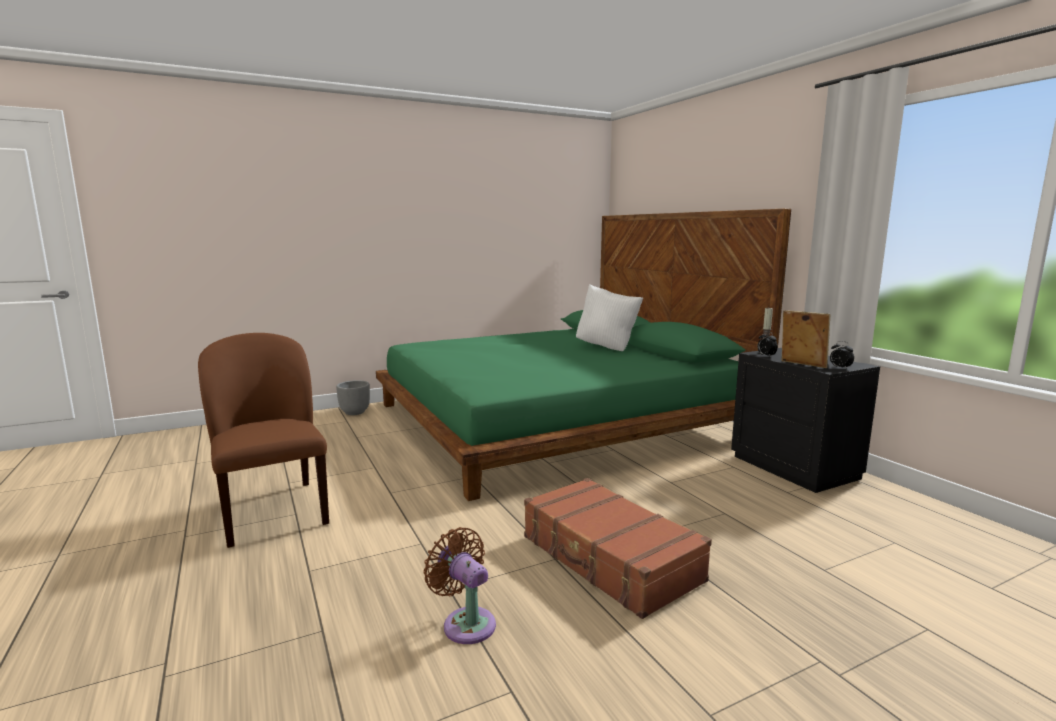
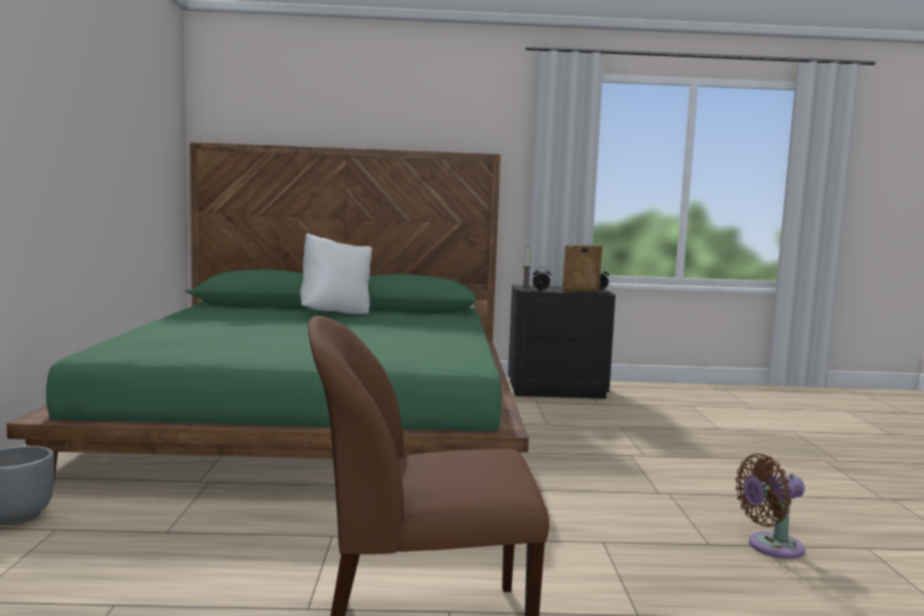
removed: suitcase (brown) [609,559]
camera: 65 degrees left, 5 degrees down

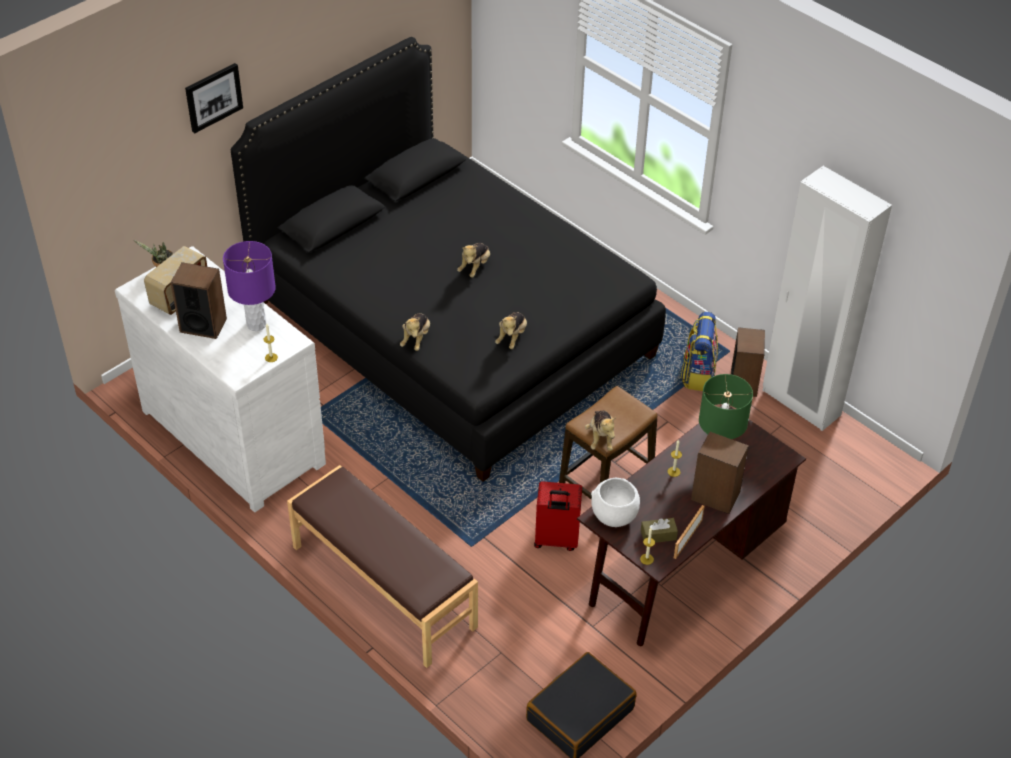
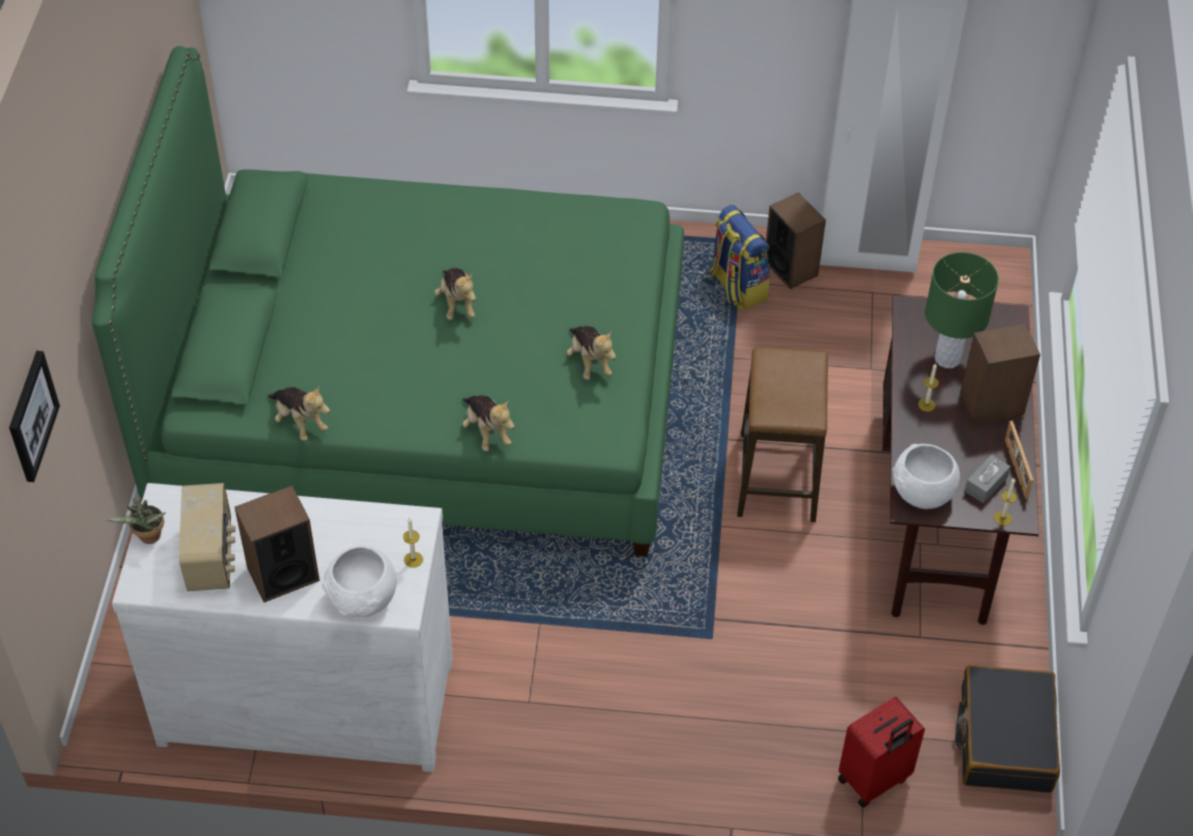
removed: table lamp (purple) [256,324]; bench (brown) [382,587]
added: bowl (white) [363,600]
moved: picture [213,97] to [31,416]; suitcase (red) [556,540] to [874,780]; plush toy [601,438] to [299,422]
recoloured: bed (black) [451,328] to bed (green) [421,400]; tissue box (brown) [658,535] to tissue box (grey) [985,484]
camera: 40 degrees left, 5 degrees up

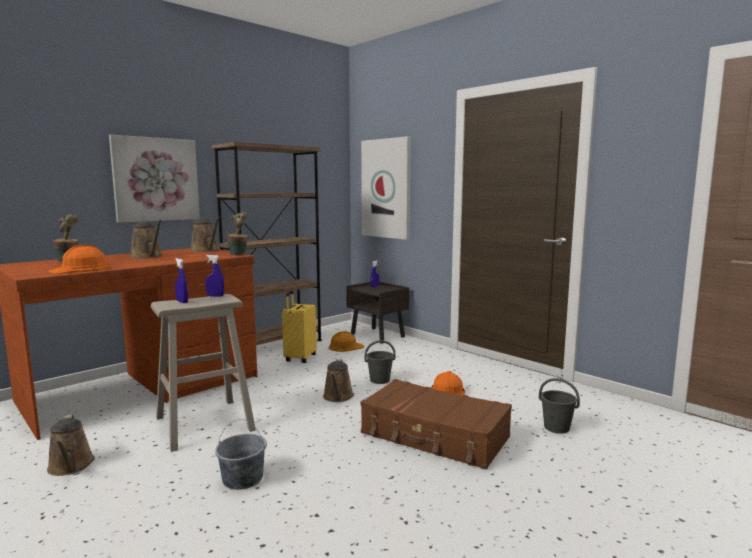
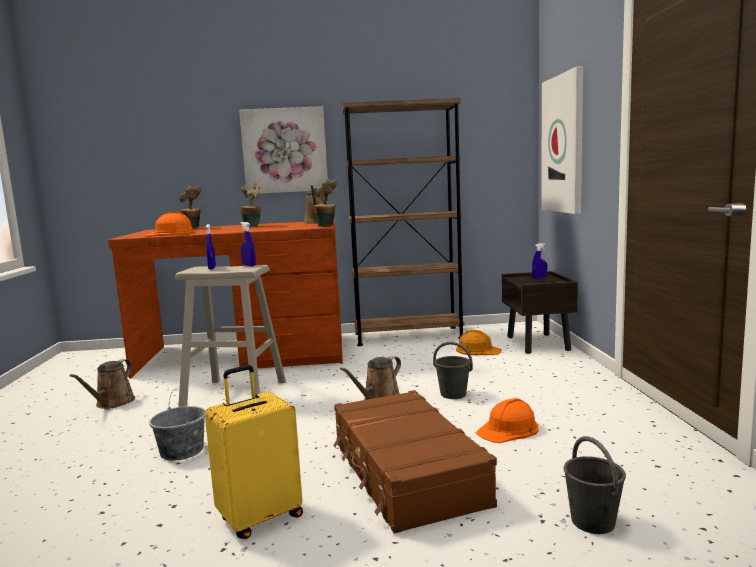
moved: suitcase (yellow) [299,358] to [260,517]
replaced: watering can (brown) [148,256] to potted plant [253,226]
camera: 40 degrees right, 0 degrees up

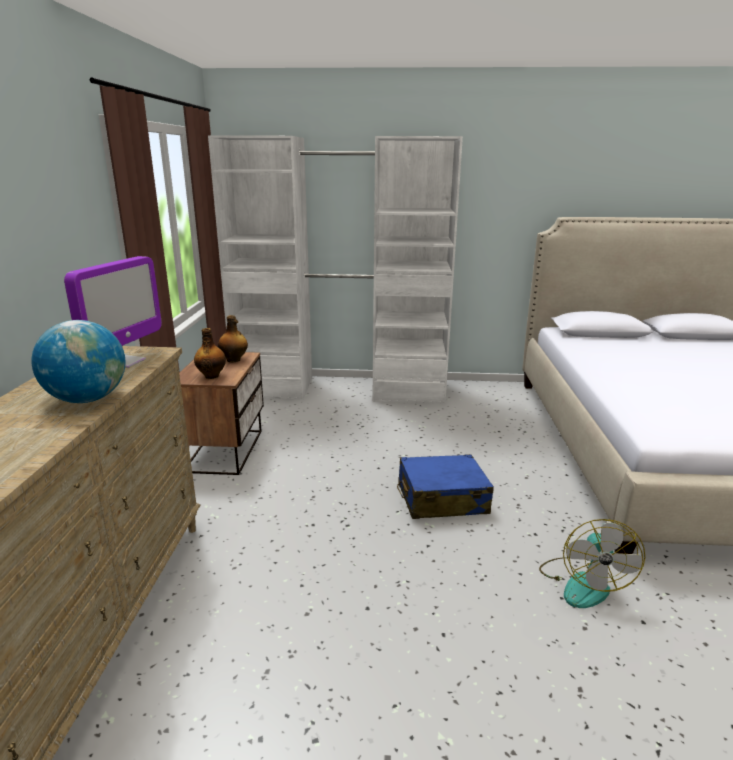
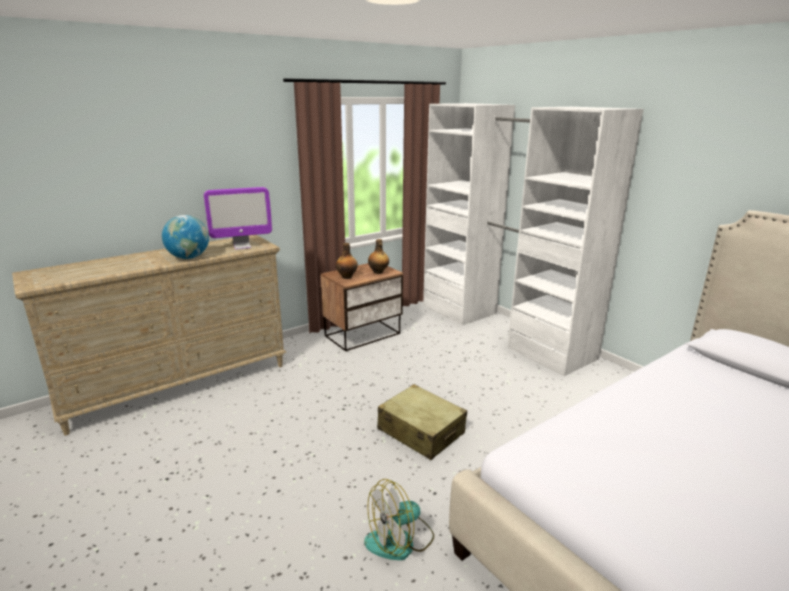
recoloured: suitcase (blue) [441,499] to suitcase (beige) [421,431]
camera: 50 degrees right, 0 degrees up

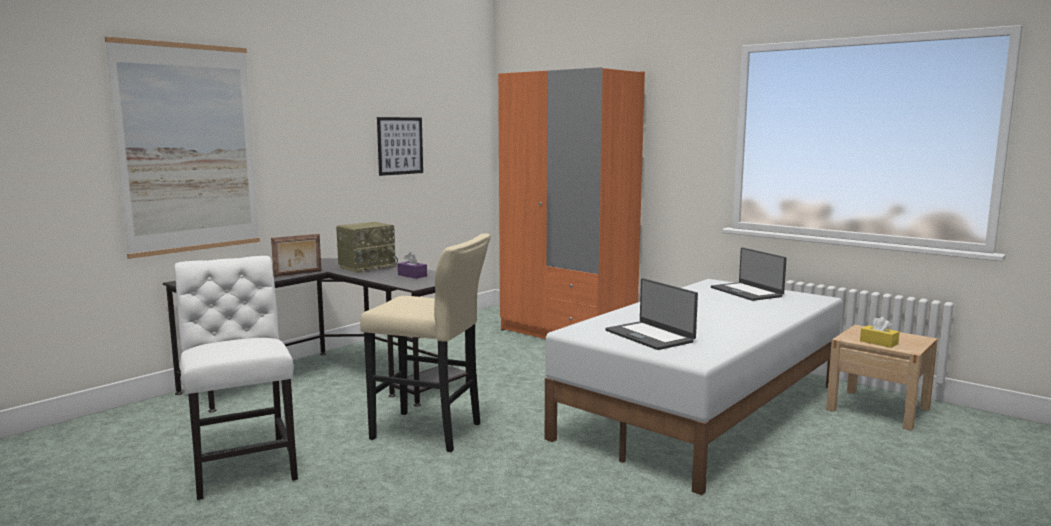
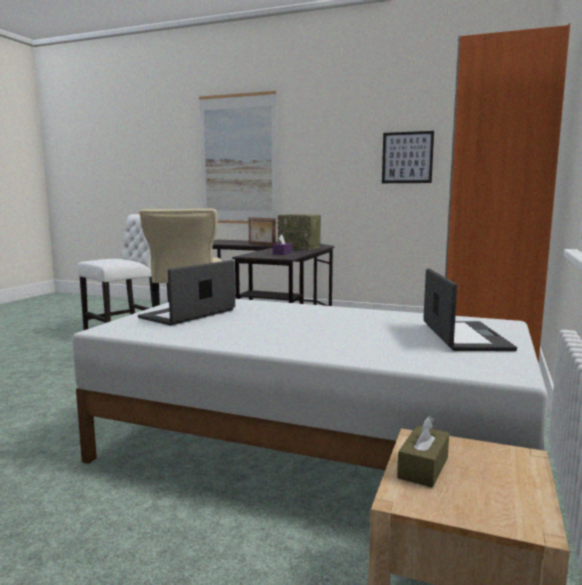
recoloured: tissue box (yellow) [878,342] to tissue box (brown) [423,467]
turned: laptop [747,292] = [463,336] 135 degrees clockwise
camera: 70 degrees right, 0 degrees up

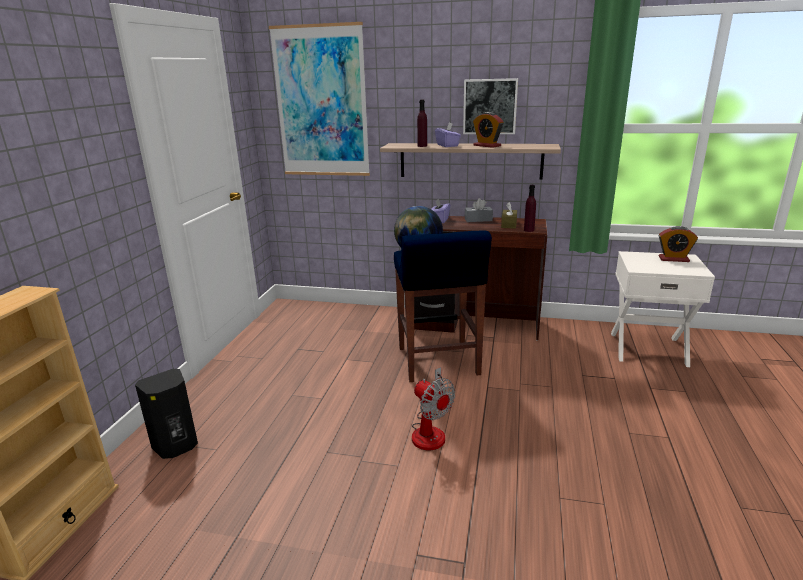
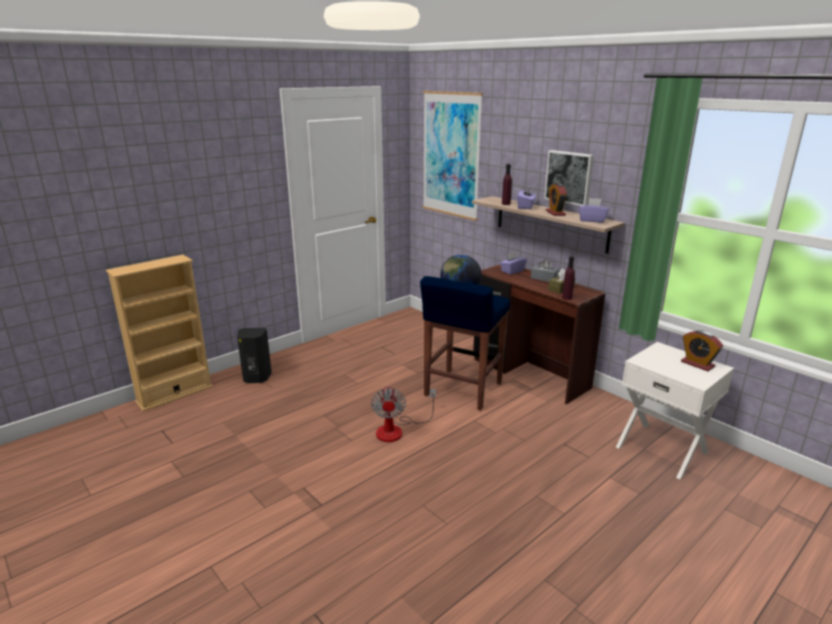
added: tissue box (purple) [592,220]
camera: 35 degrees right, 0 degrees up

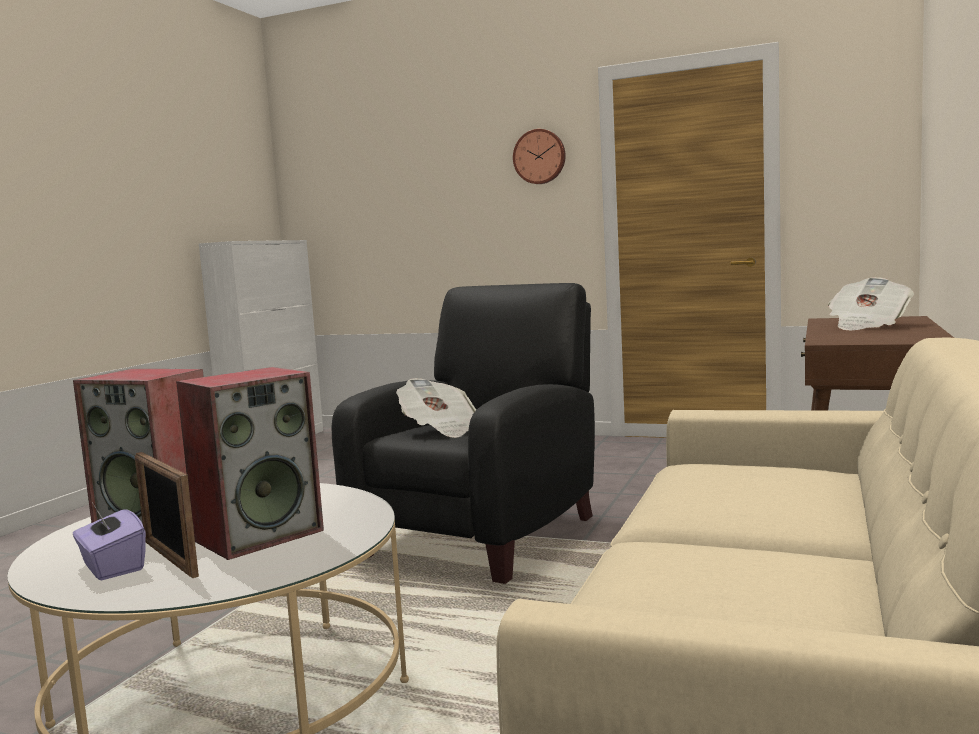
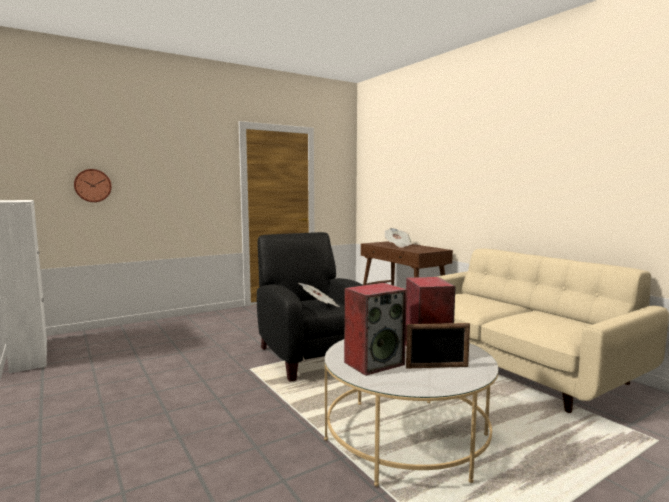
removed: tissue box (purple) [112,567]
moved: wall clock [540,157] to [92,185]
camera: 55 degrees left, 0 degrees up

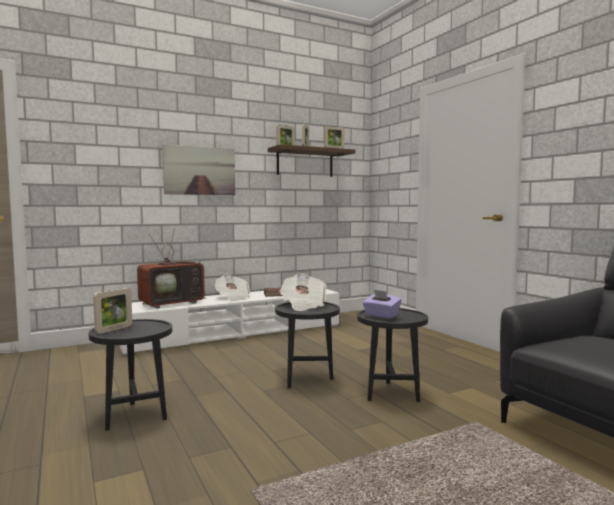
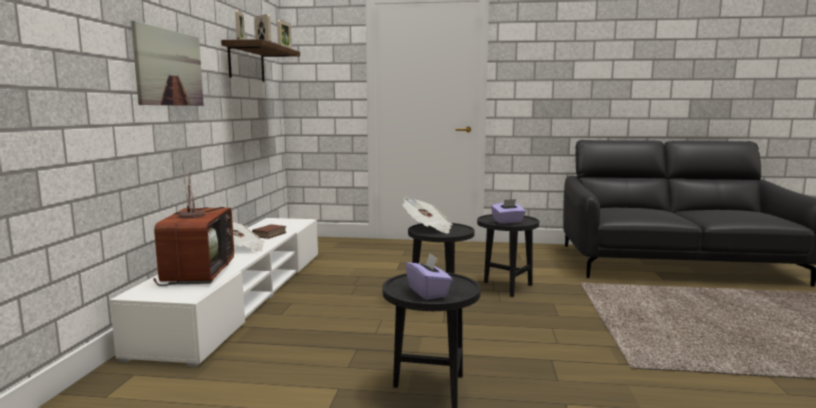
replaced: picture frame [114,329] to tissue box (purple) [428,292]
camera: 55 degrees left, 5 degrees up

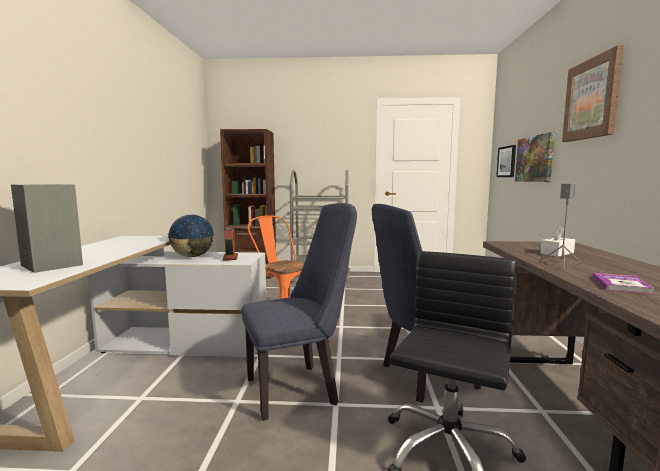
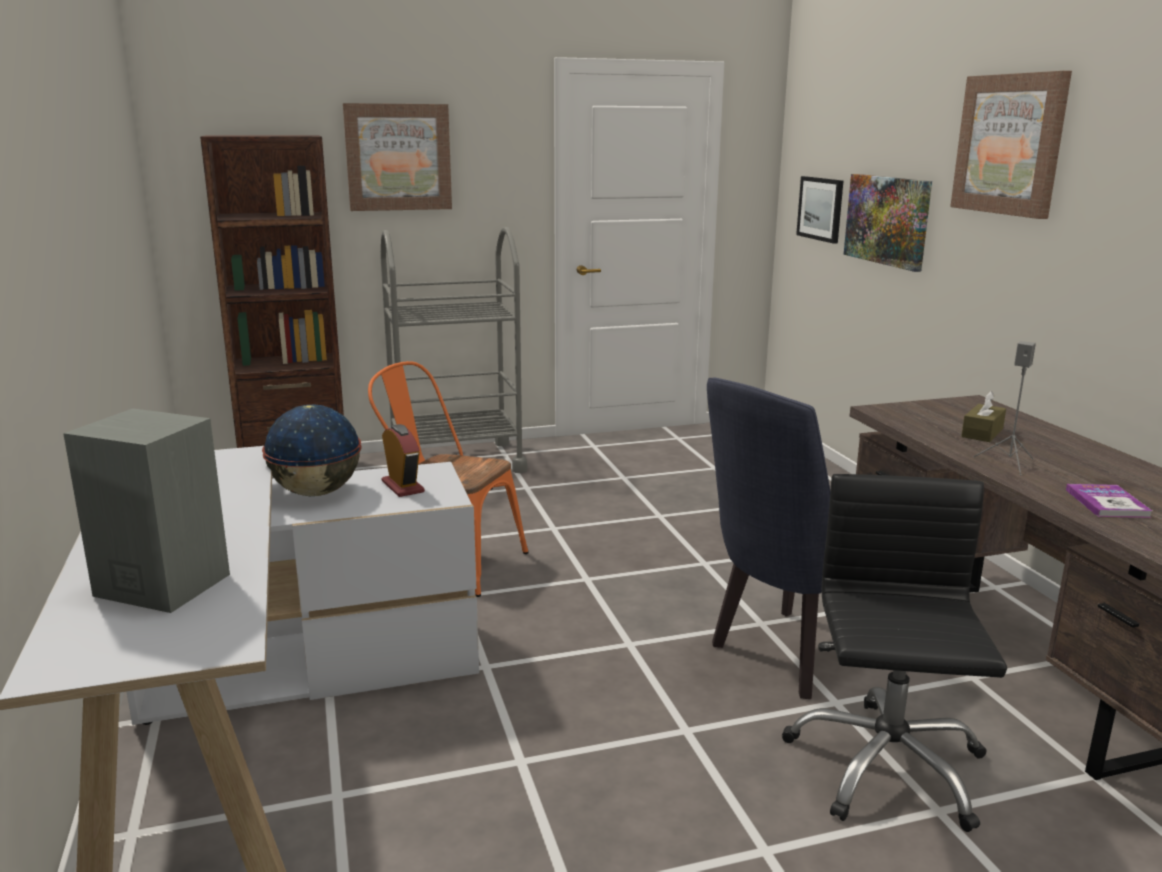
removed: chair (blue) [299,388]
added: picture [398,157]
recoloured: tissue box (white) [557,253] to tissue box (brown) [982,433]
camera: 20 degrees left, 10 degrees up

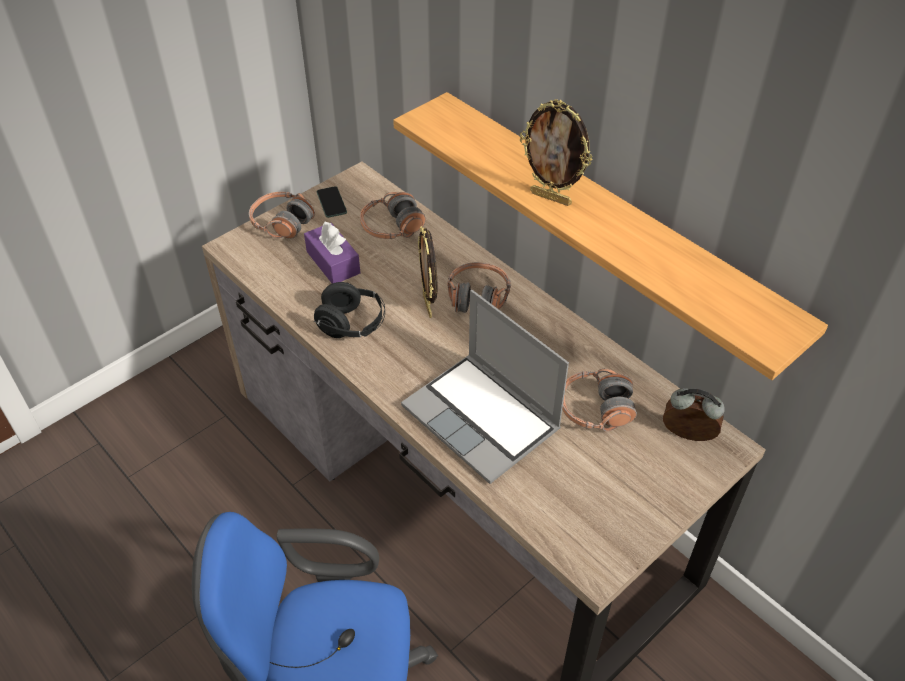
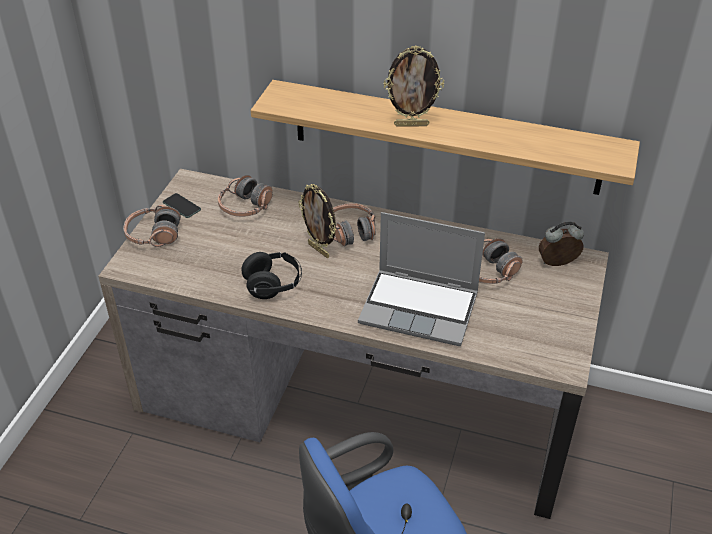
removed: tissue box (purple) [333,262]
camera: 30 degrees left, 5 degrees down

